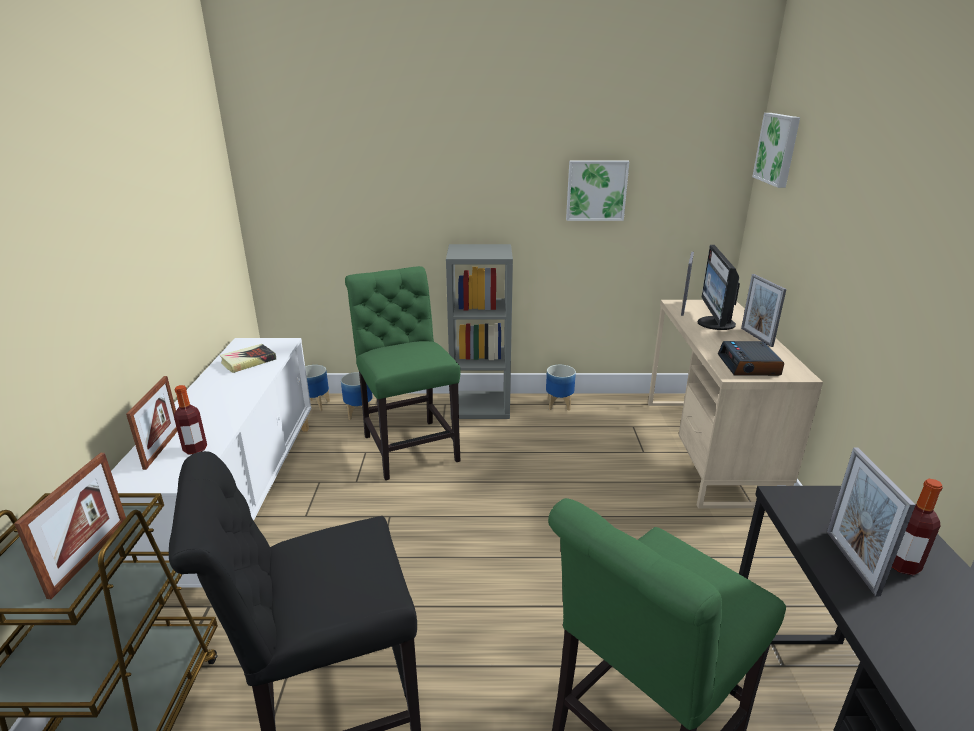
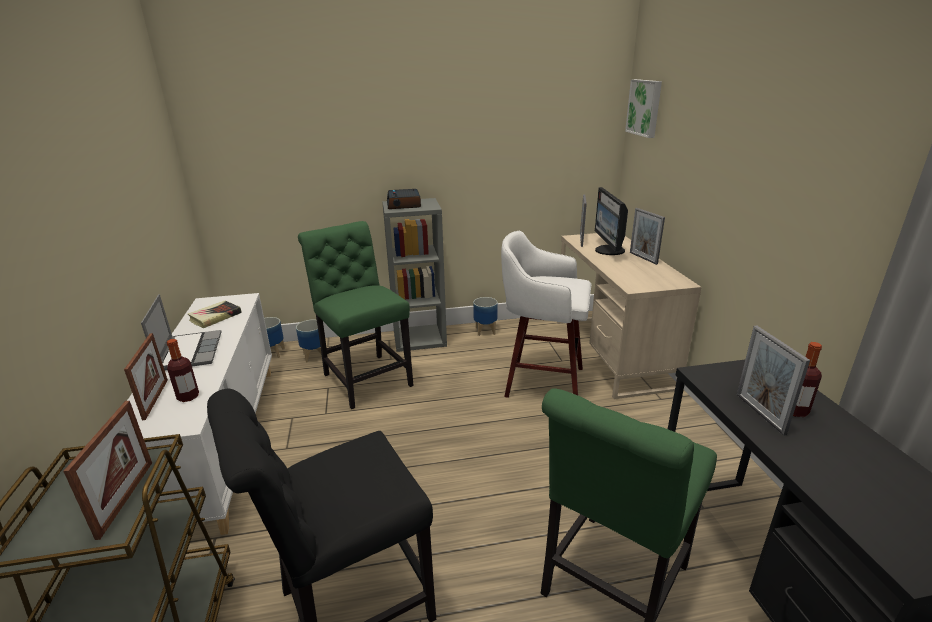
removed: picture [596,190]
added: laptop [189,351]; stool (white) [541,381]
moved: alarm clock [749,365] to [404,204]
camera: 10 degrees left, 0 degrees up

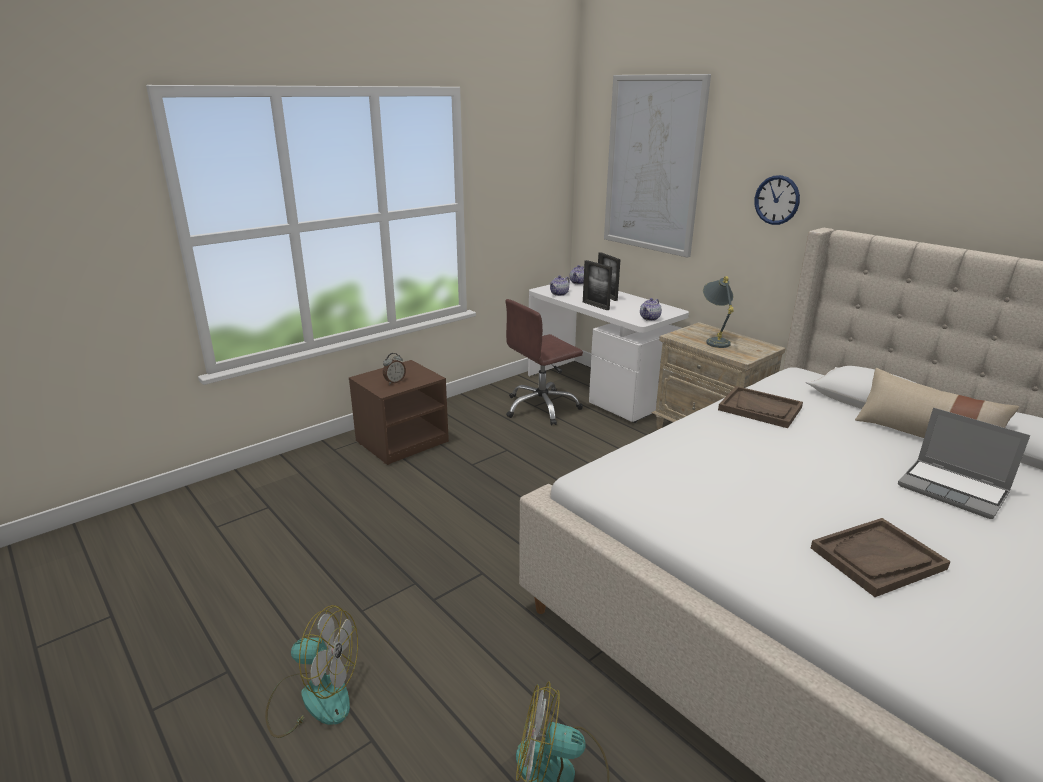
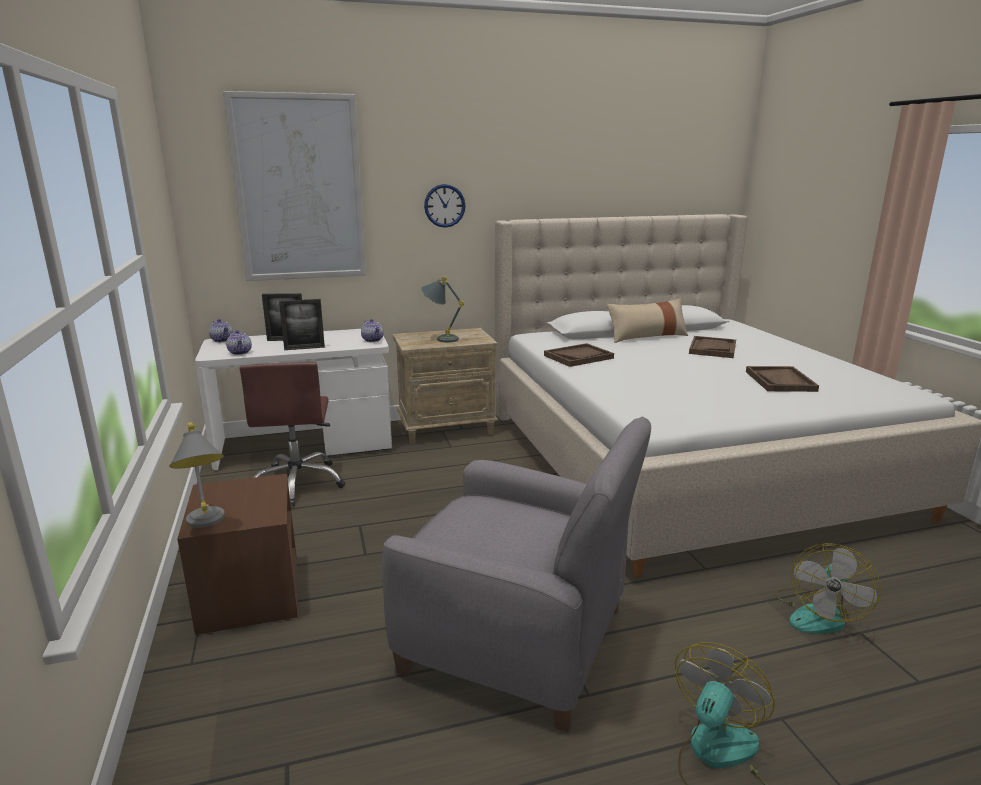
removed: alarm clock [394,381]
added: table lamp (grey) [206,525]; armchair (grey) [518,641]
replaced: laptop [954,490] to tray (brown) [712,349]
camera: 65 degrees left, 5 degrees down

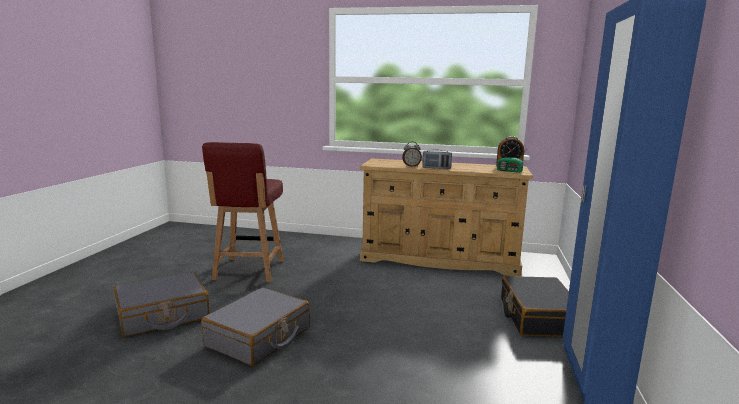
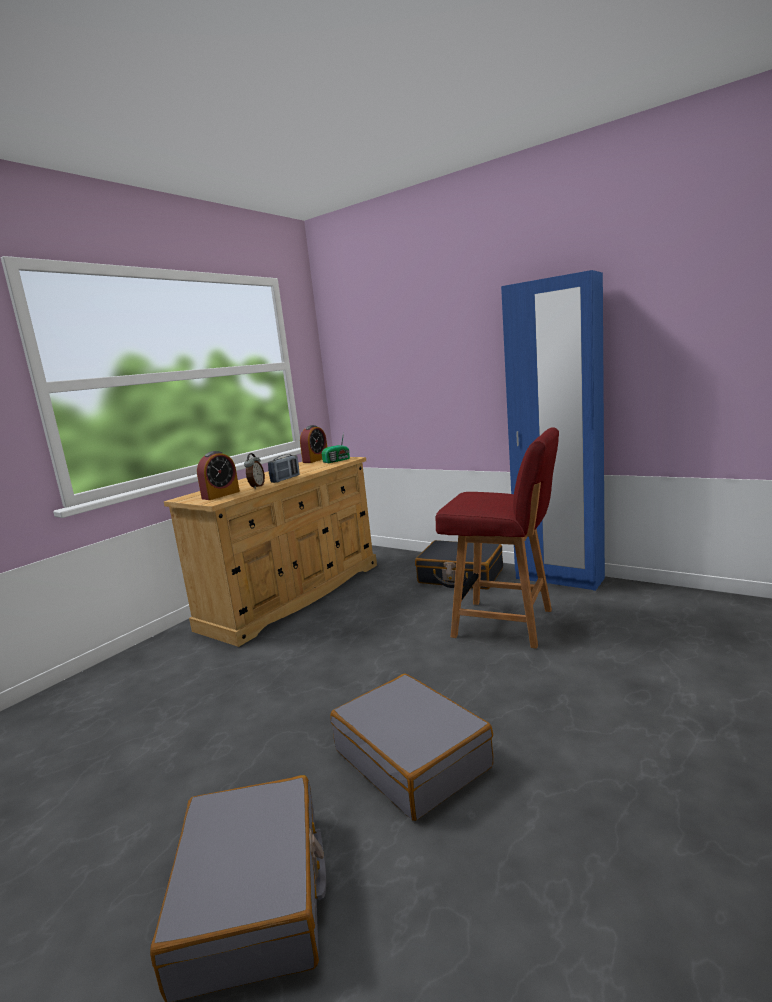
added: alarm clock [221,495]
moved: chair (red) [248,270] to [505,623]
camera: 65 degrees left, 0 degrees up

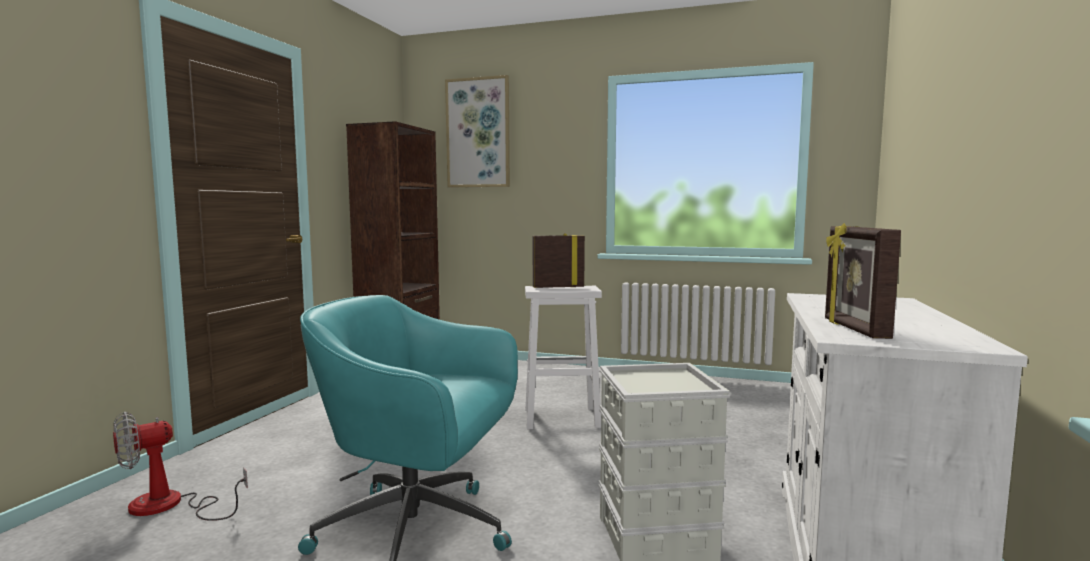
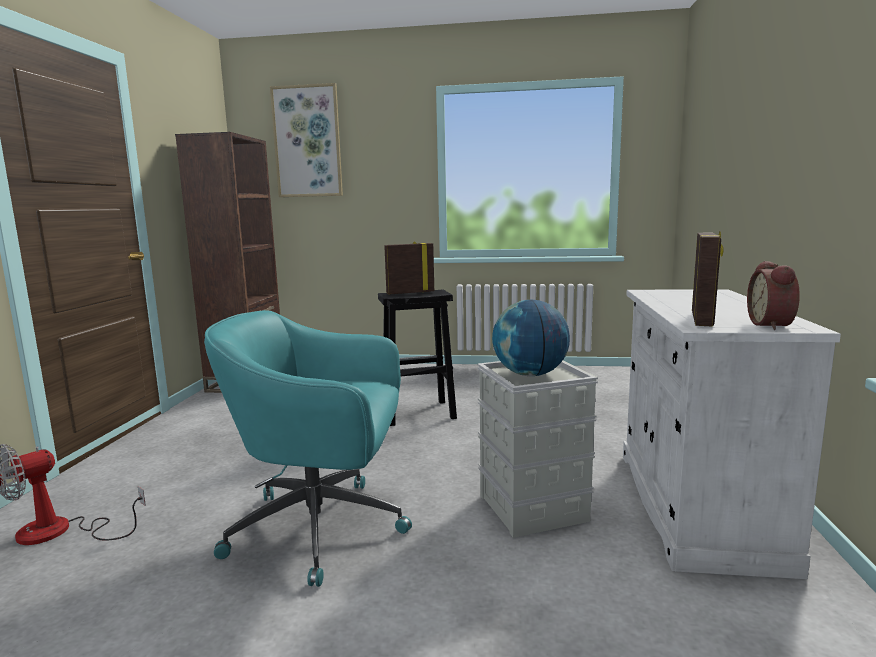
added: globe [530,374]; alarm clock [773,325]
recoloured: stool (white) [560,418] to stool (black) [417,413]
turned: picture frame [854,329] = [703,319] 150 degrees counterclockwise
camera: 10 degrees left, 5 degrees up

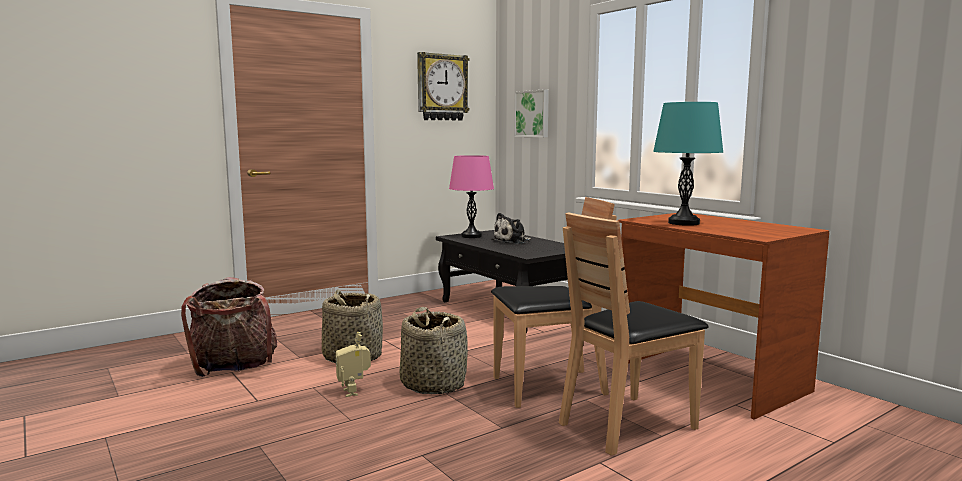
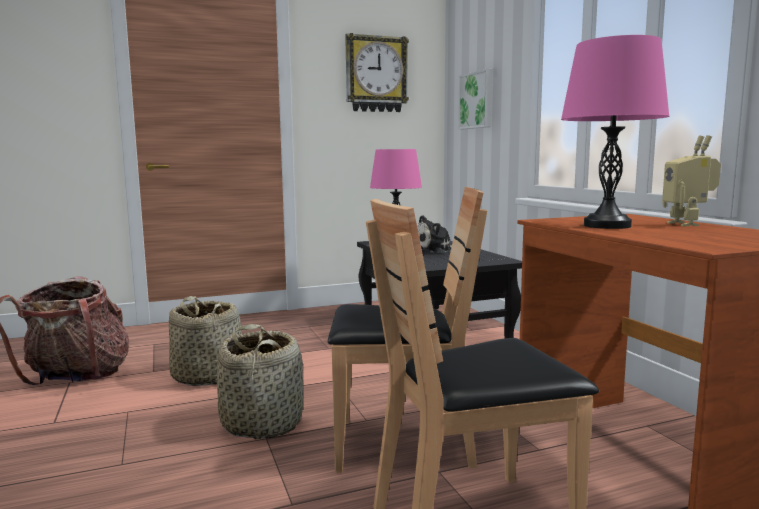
moved: toy robot [354,392] to [687,224]
recoloured: table lamp (turquoise) [683,223] to table lamp (pink) [607,226]
camera: 15 degrees right, 0 degrees up

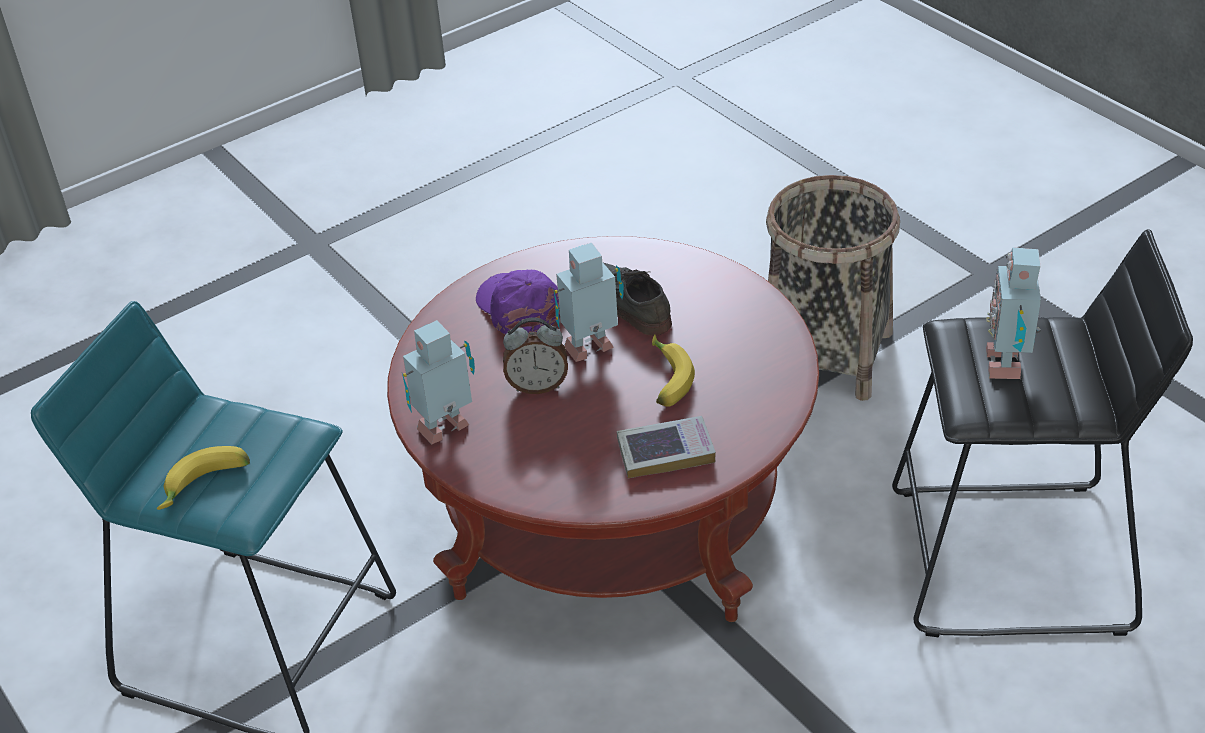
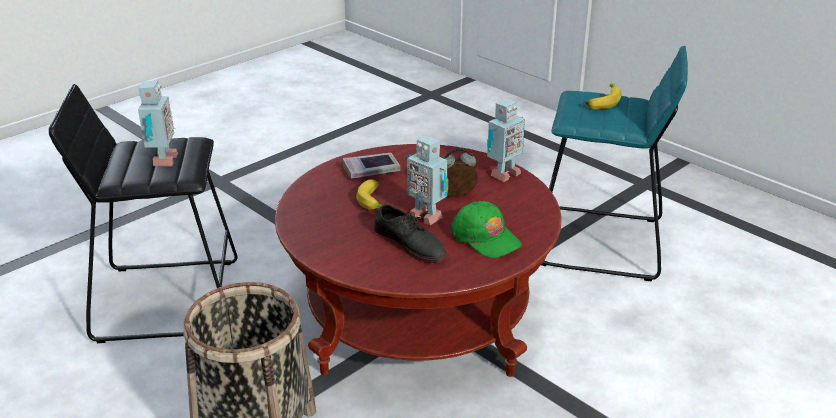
recoloured: cap (purple) [520,308] to cap (green) [485,237]
turned: toy robot [592,350] = [426,215] 75 degrees clockwise
camera: 170 degrees right, 10 degrees down

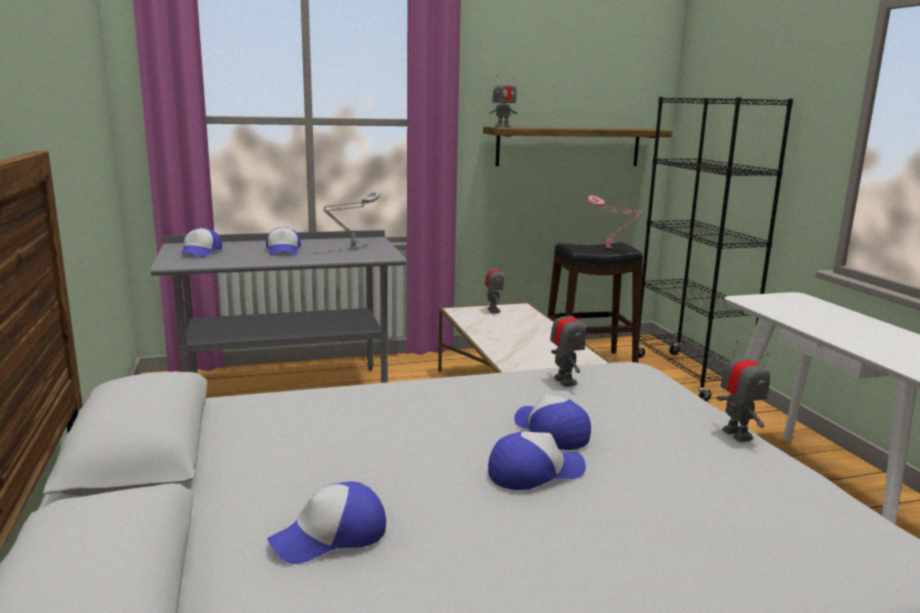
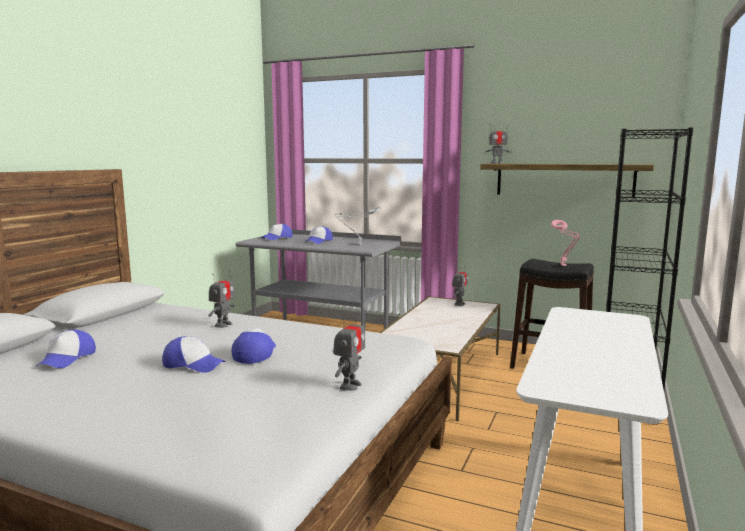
moved: toy robot [565,381] to [223,325]
turned: cap [330,537] = [67,358] 90 degrees counterclockwise
camera: 40 degrees right, 5 degrees down

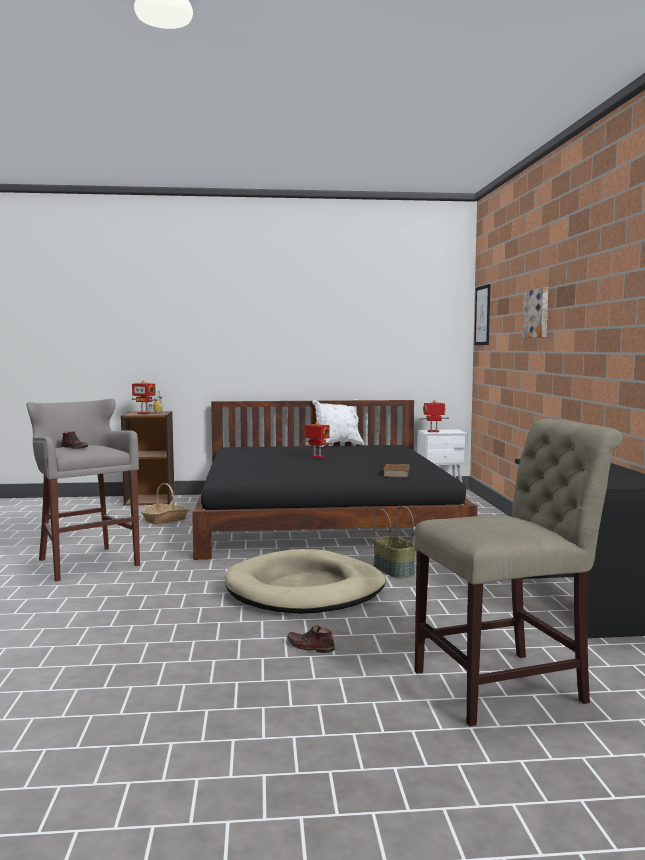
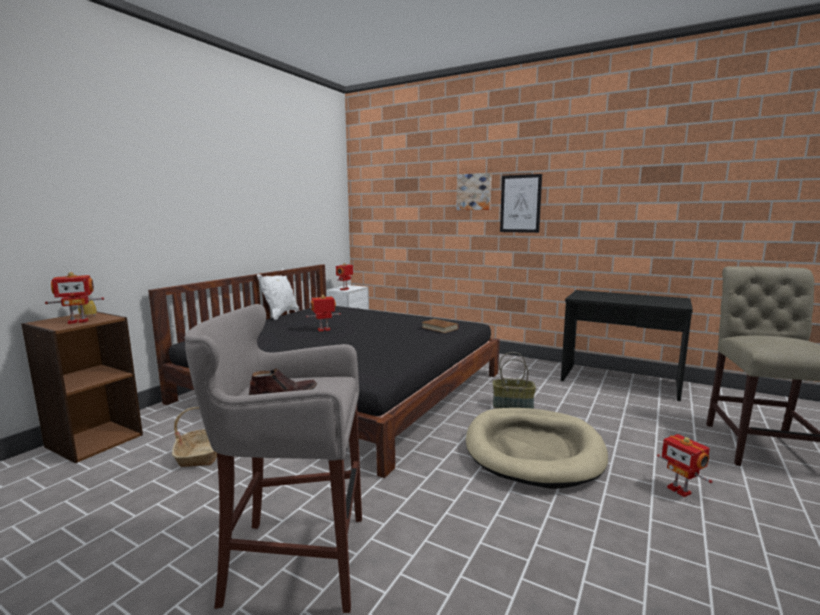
moved: picture [482,315] to [520,203]
replaced: shoe (brown) [309,647] to toy robot [680,490]
camera: 55 degrees left, 5 degrees up

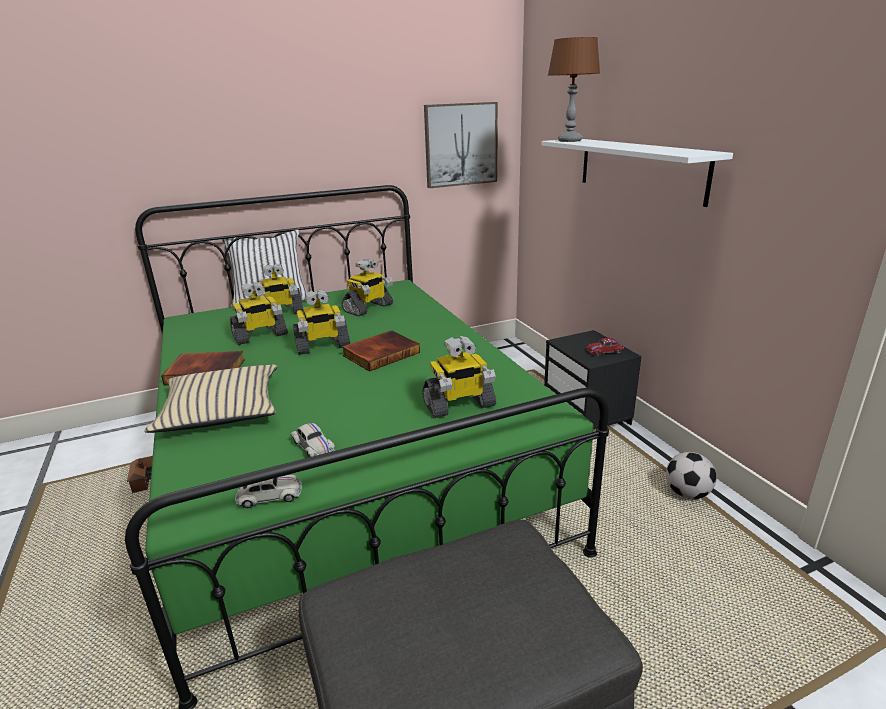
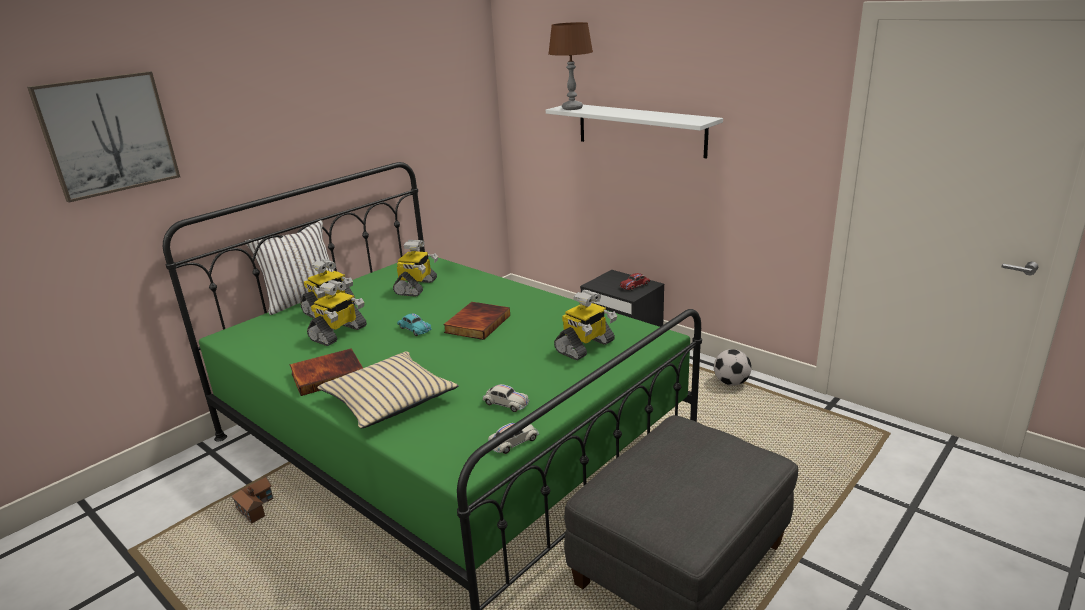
moved: picture [461,145] to [108,135]
replaced: toy robot [322,346] to toy car (turquoise) [415,329]
camera: 25 degrees left, 0 degrees up

